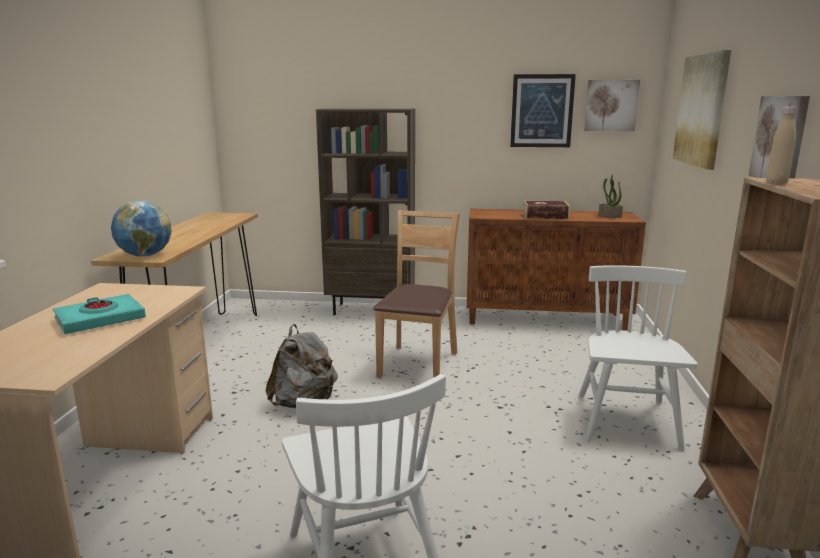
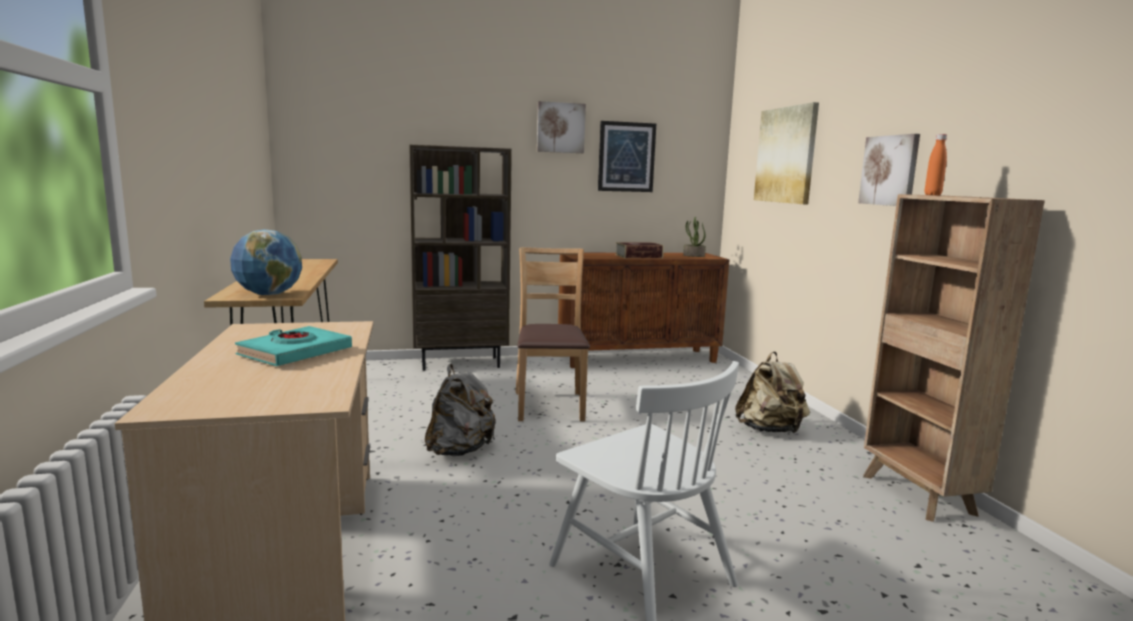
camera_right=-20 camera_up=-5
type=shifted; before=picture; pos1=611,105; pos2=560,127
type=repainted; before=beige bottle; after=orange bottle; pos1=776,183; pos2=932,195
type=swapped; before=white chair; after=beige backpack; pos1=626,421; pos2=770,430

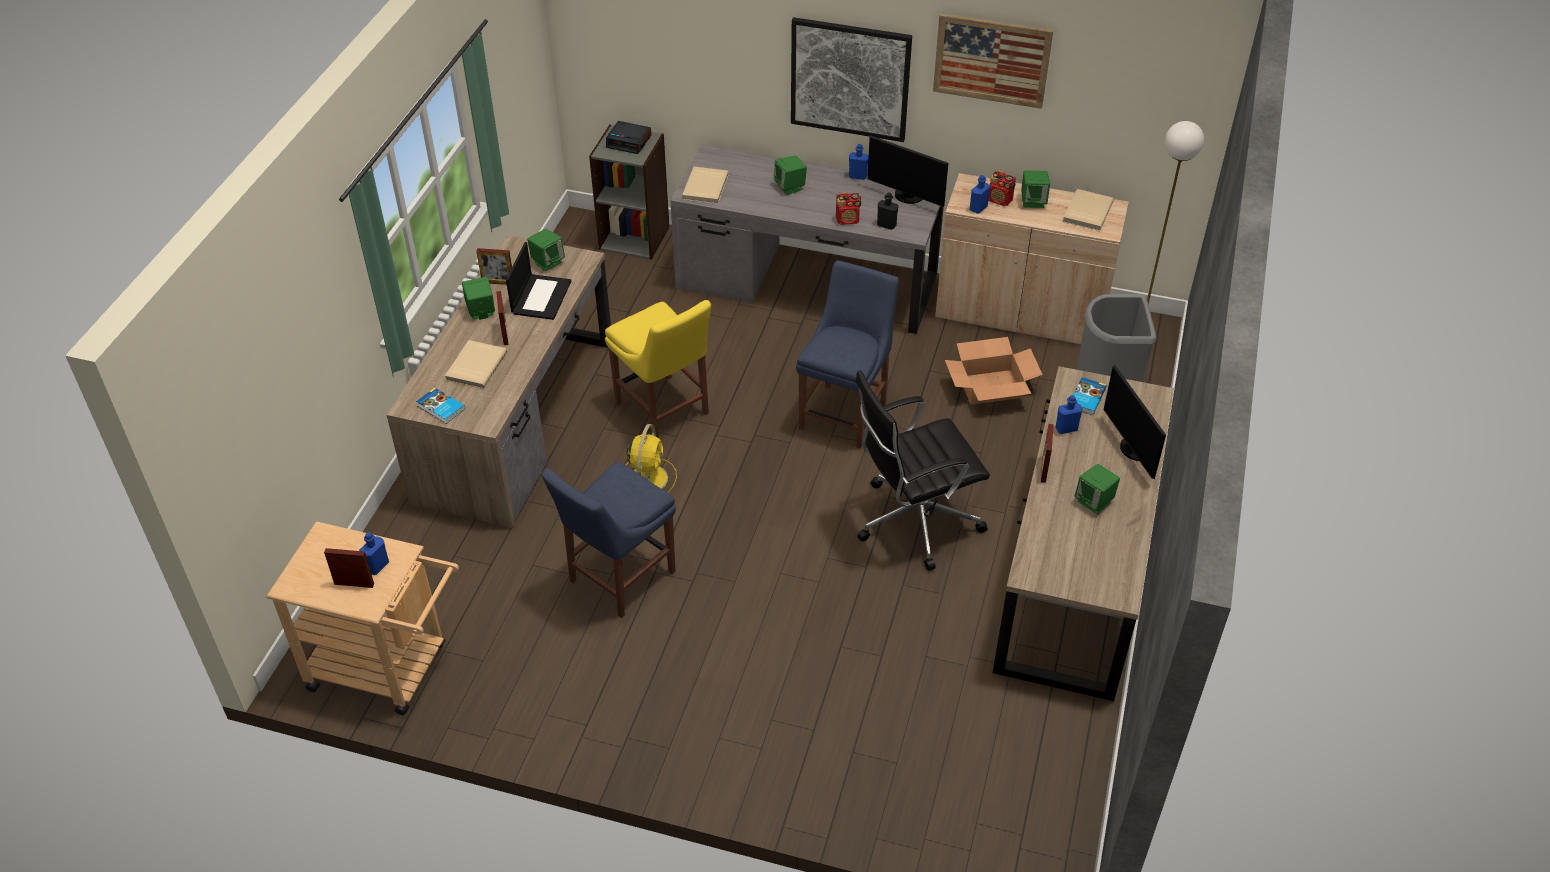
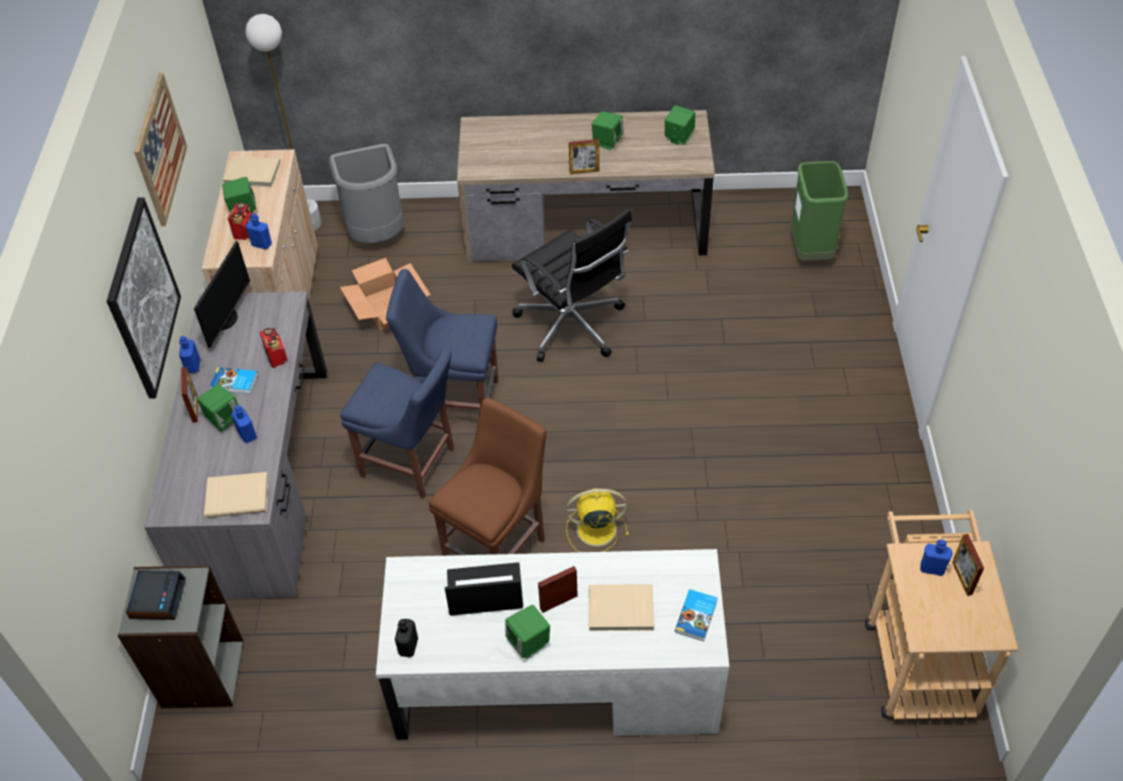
camera_right=-105 camera_up=5
type=shifted; before=black bottle; pos1=886,225; pos2=408,646
type=shifted; before=green speaker; pos1=548,262; pos2=678,137
type=repainted; before=brown desk; after=white desk; pos1=516,420; pos2=556,680
type=shifted; before=picture frame; pos1=498,282; pos2=195,409
type=repainted; before=yellow chair; after=brown chair; pos1=664,411; pos2=498,545
type=gone; before=monitor; pos1=1134,449
type=shifted; before=book; pos1=1086,398; pos2=234,383
type=shifted; before=blue bottle; pos1=1066,429; pos2=247,435
type=shifted; before=blue chair; pos1=618,579; pos2=412,464
type=new; after=green trash can; pos2=810,252

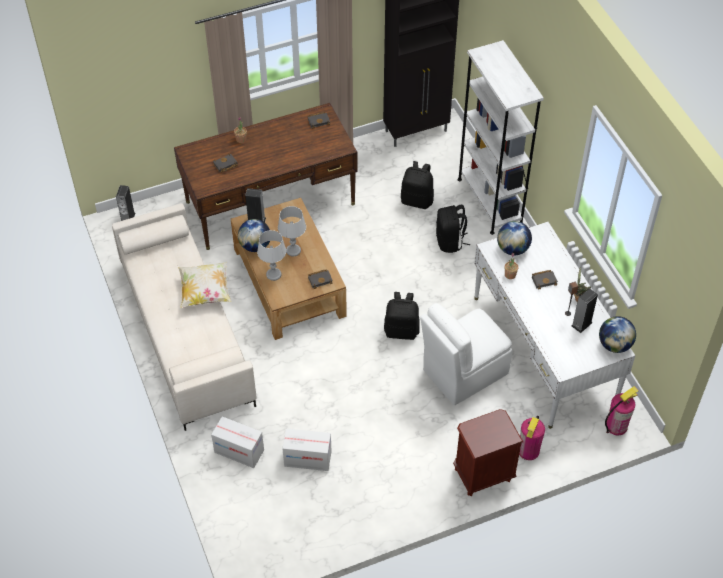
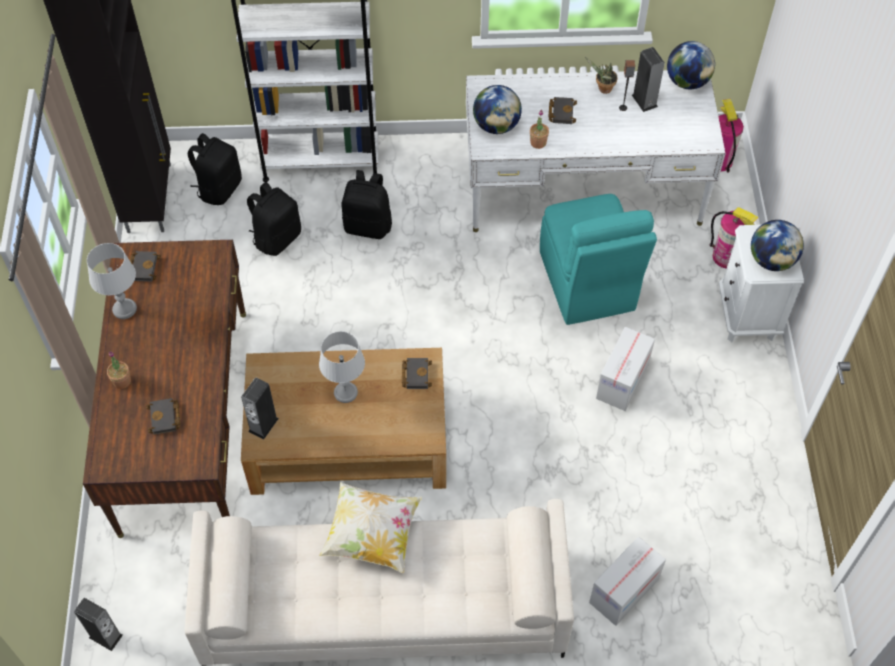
camera_right=-70 camera_up=5
type=shifted; before=globe; pos1=255,246; pos2=771,260
type=shifted; before=grey table lamp; pos1=273,275; pos2=125,309
type=shifted; before=black backpack; pos1=402,330; pos2=219,188
type=repainted; before=white chair; after=turquoise chair; pos1=463,372; pos2=587,283
type=repainted; before=brown nightstand; after=white nightstand; pos1=482,474; pos2=747,315
type=shifted; before=cardboard box; pos1=307,459; pos2=622,381

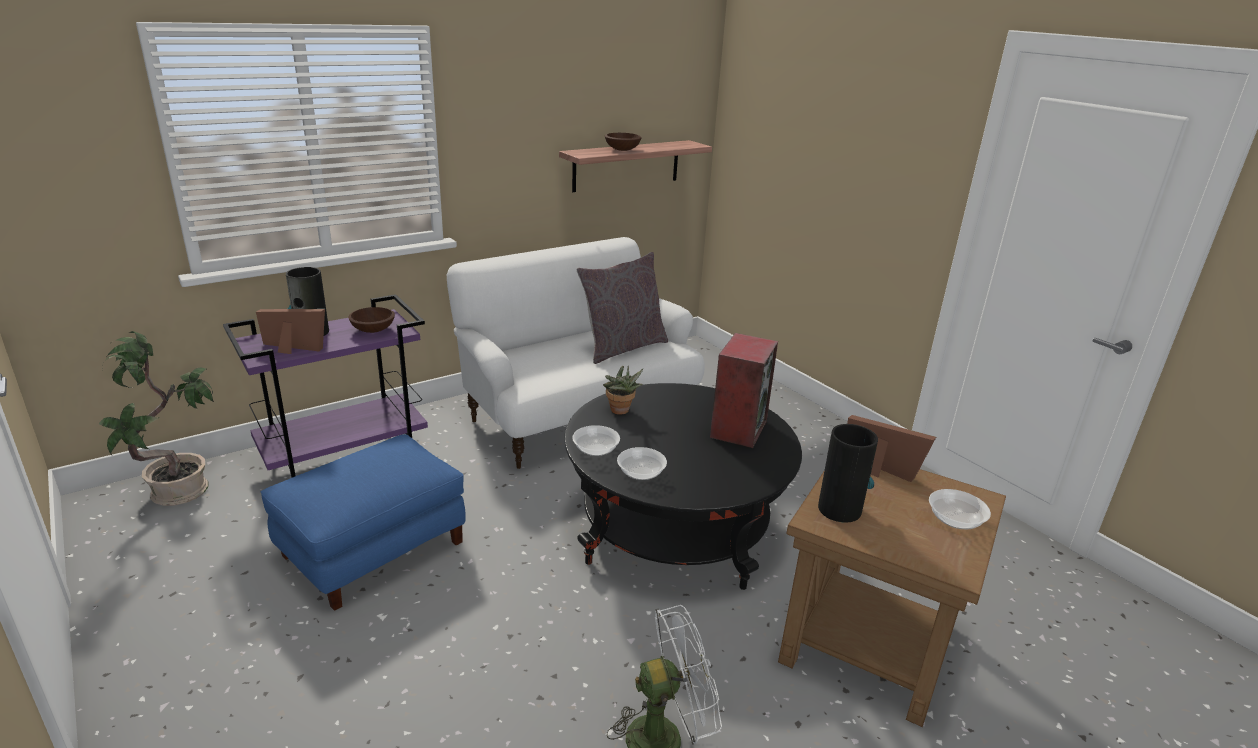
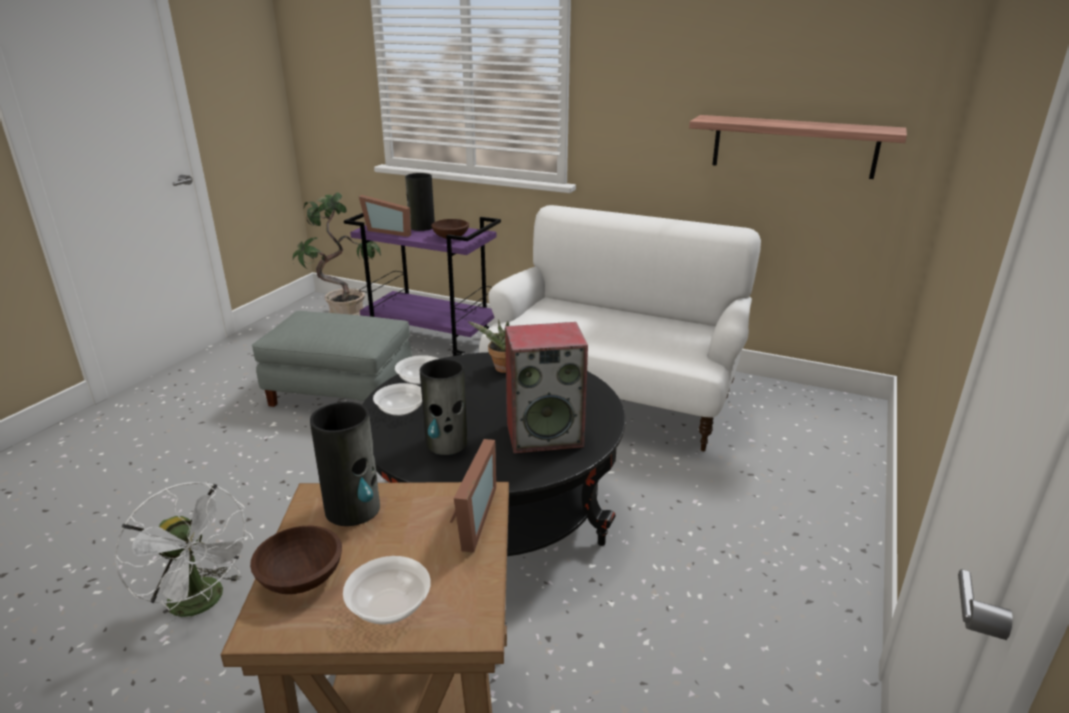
camera_right=60 camera_up=0
type=shifted; before=brown bowl; pos1=622,150; pos2=300,578
type=gone; before=grey pillow; pos1=622,347
type=rotated; before=picture frame; pos1=292,349; pos2=389,231; turn=135
type=repainted; before=blue ottoman; after=grey ottoman; pos1=373,548; pos2=342,391
type=new; after=vase; pos2=447,443

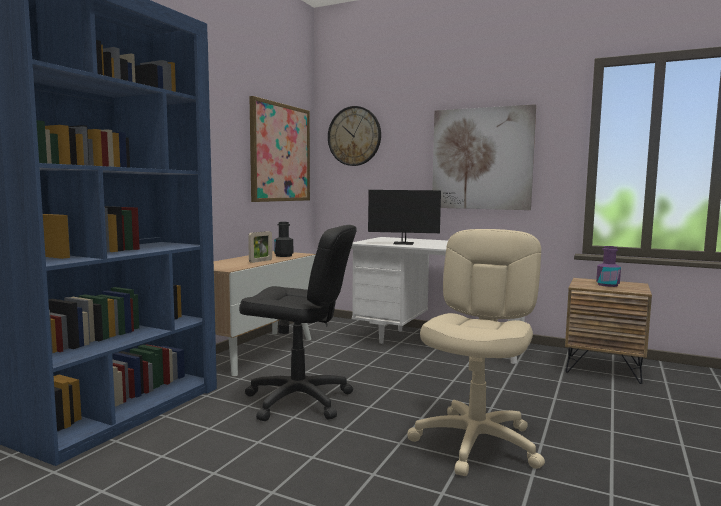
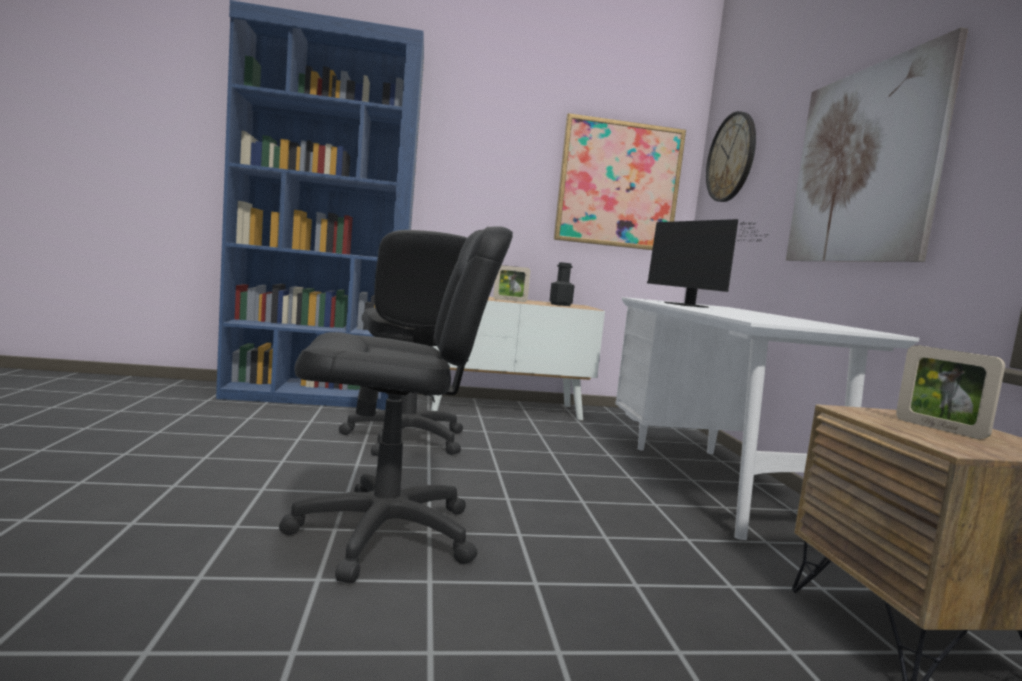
camera_right=55 camera_up=0
type=repainted; before=beige office chair; after=black office chair; pos1=476,443; pos2=385,534
type=swapped; before=purple bottle; after=picture frame; pos1=607,285; pos2=939,429

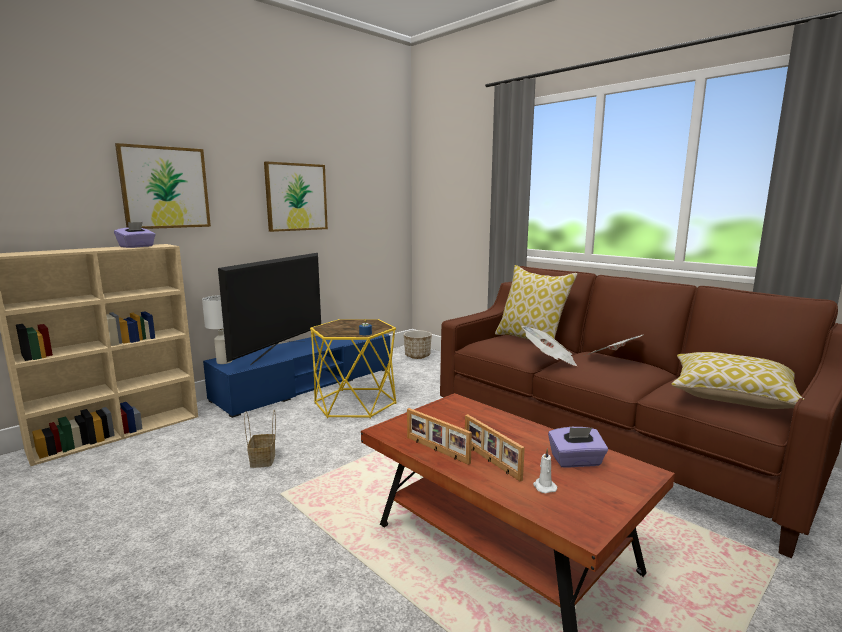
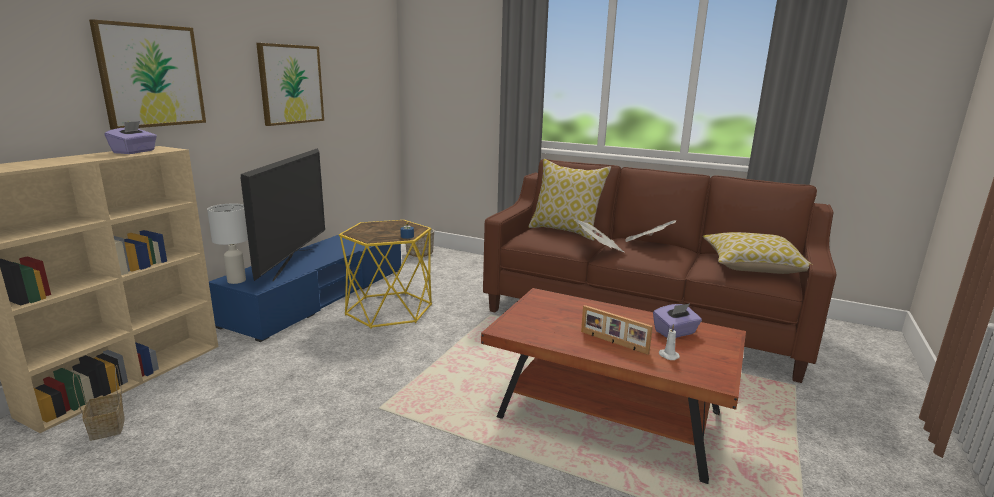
camera_right=-20 camera_up=5
type=gone; before=picture frame; pos1=436,450
type=shifted; before=basket; pos1=263,460; pos2=108,428

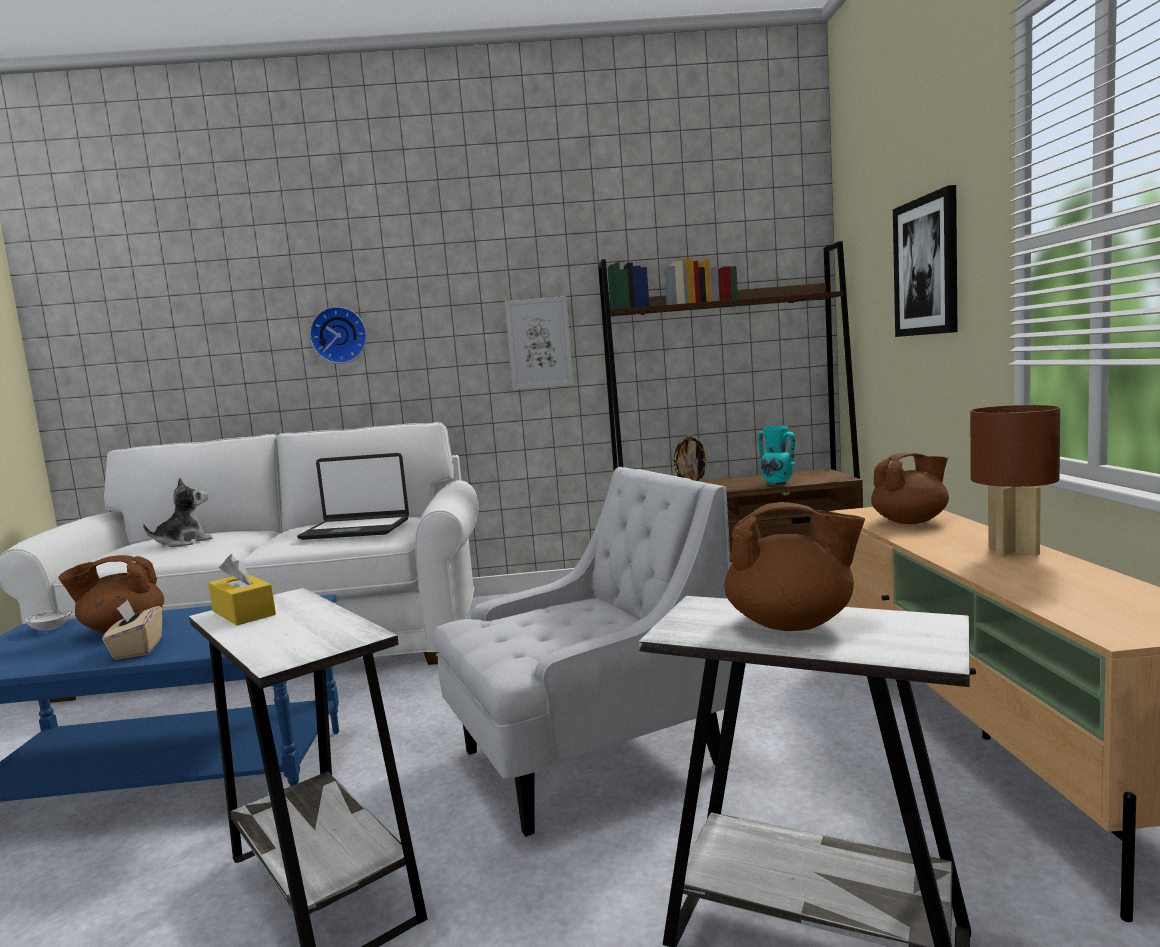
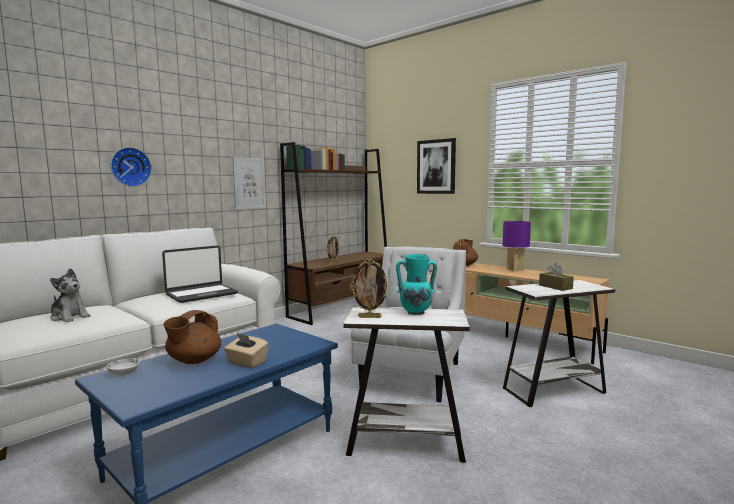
camera_right=-45 camera_up=0
type=repainted; before=brown table lamp; after=purple table lamp; pos1=1013,551; pos2=515,270
type=shifted; before=turquoise vase; pos1=777,484; pos2=416,313
type=rotated; before=plush toy; pos1=184,542; pos2=69,317; turn=120
type=swapped; before=brown teapot; after=brown tissue box; pos1=792,624; pos2=555,287
type=swapped; before=yellow tissue box; after=picture frame; pos1=243,613; pos2=370,317

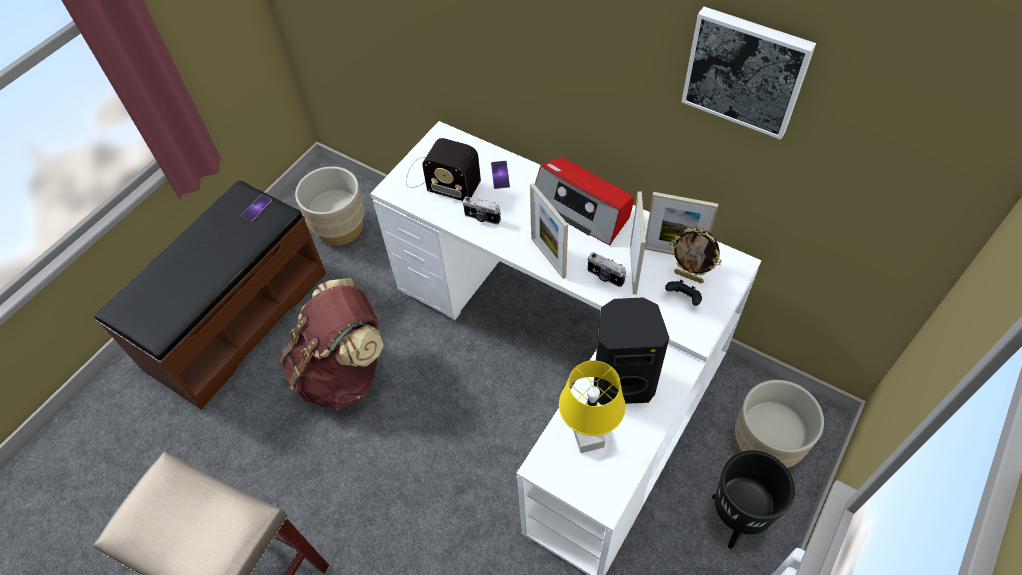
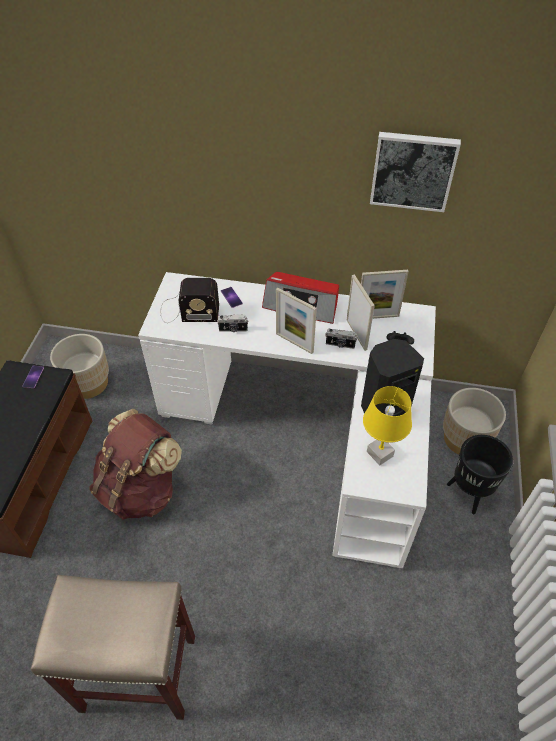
camera_right=-25 camera_up=-5
type=gone; before=picture frame; pos1=689,276

